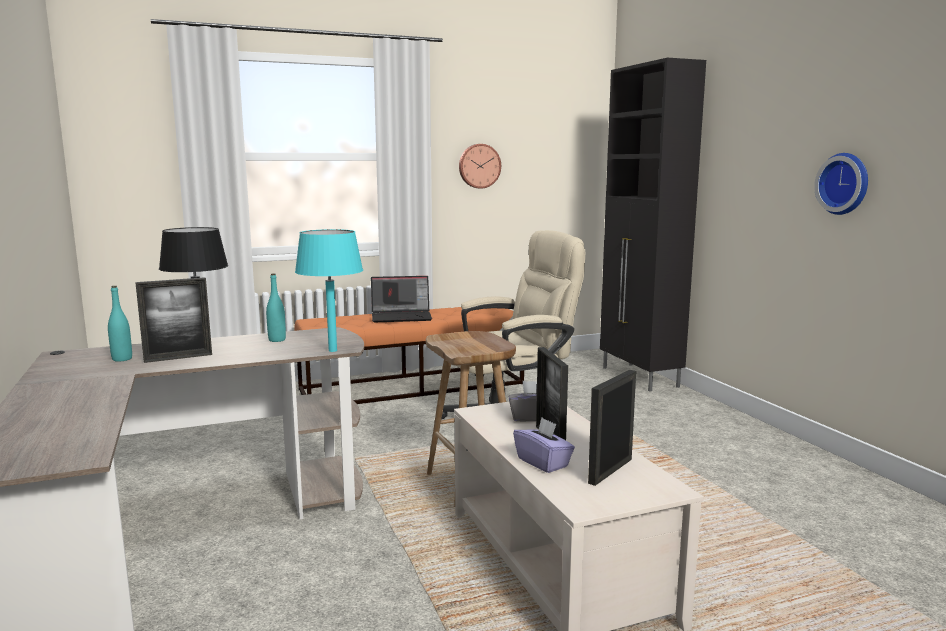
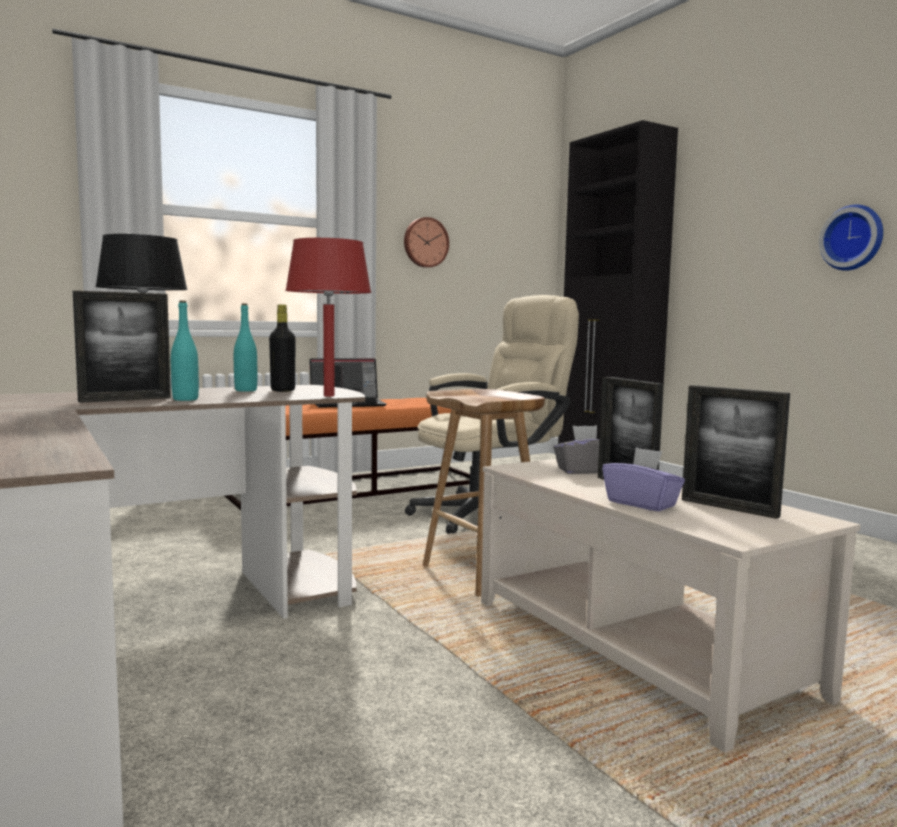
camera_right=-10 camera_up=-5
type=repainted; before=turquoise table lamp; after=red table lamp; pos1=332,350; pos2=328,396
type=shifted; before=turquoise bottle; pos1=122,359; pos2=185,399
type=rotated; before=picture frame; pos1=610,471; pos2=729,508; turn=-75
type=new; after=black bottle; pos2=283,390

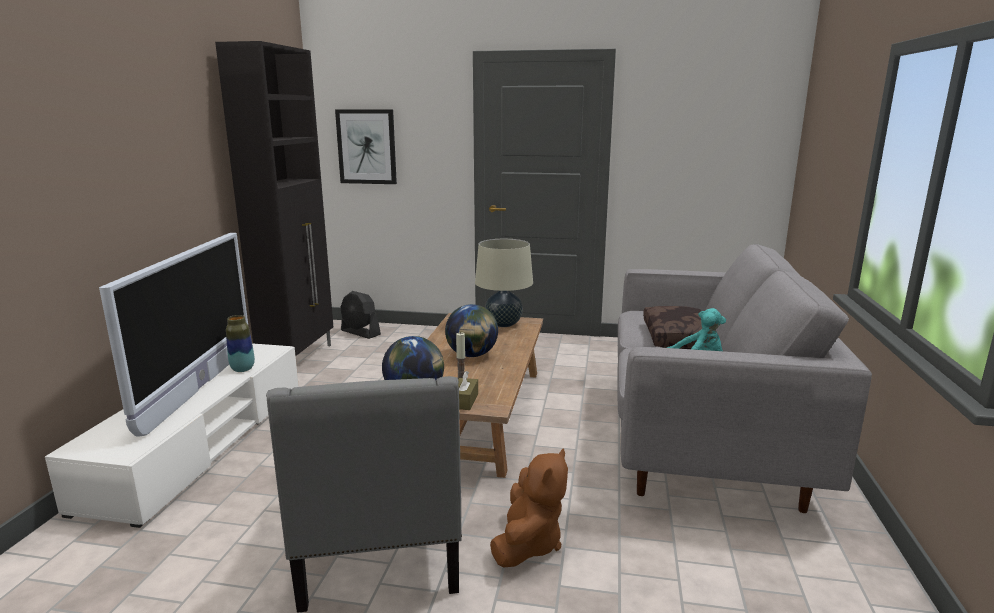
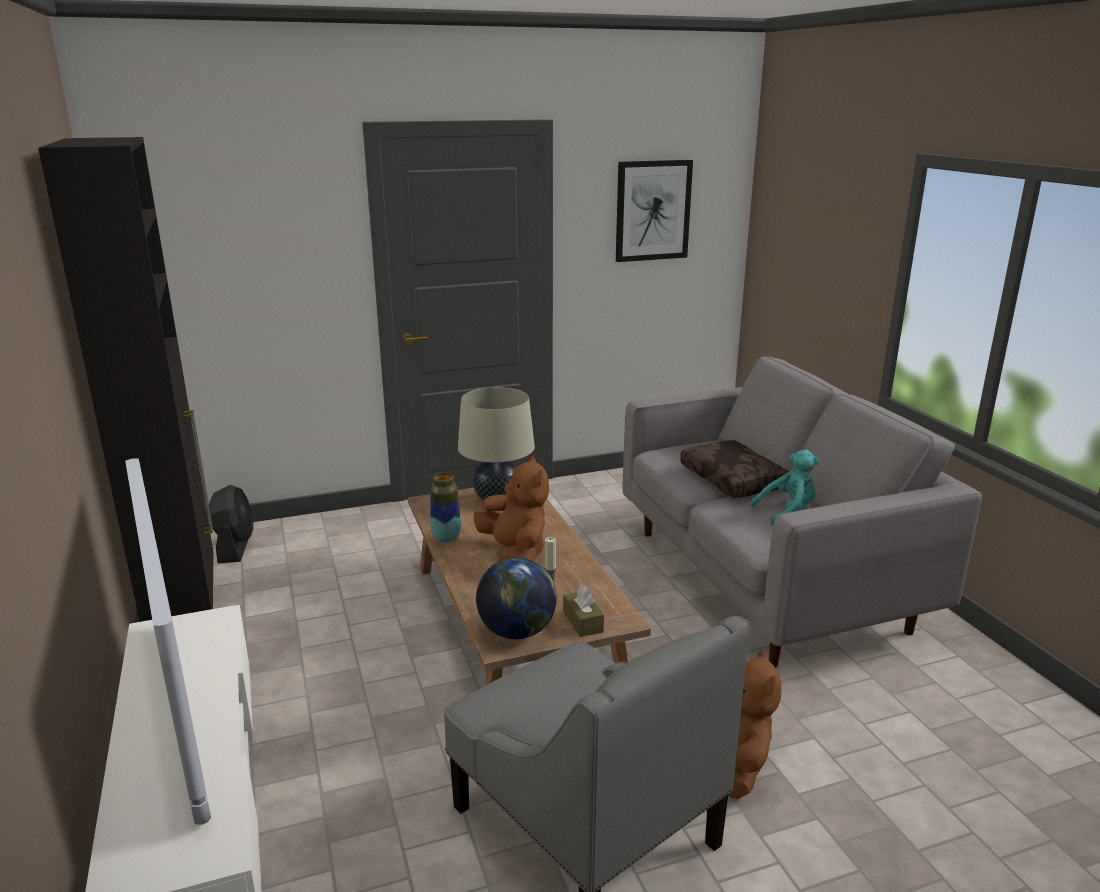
camera_right=-30 camera_up=5
type=shifted; before=picture; pos1=366,147; pos2=652,210
type=rotated; before=black fan; pos1=360,332; pos2=235,547; turn=-105
type=swapped; before=globe; after=brown plush toy; pos1=472,355; pos2=515,555
type=shifted; before=vase; pos1=242,369; pos2=446,538

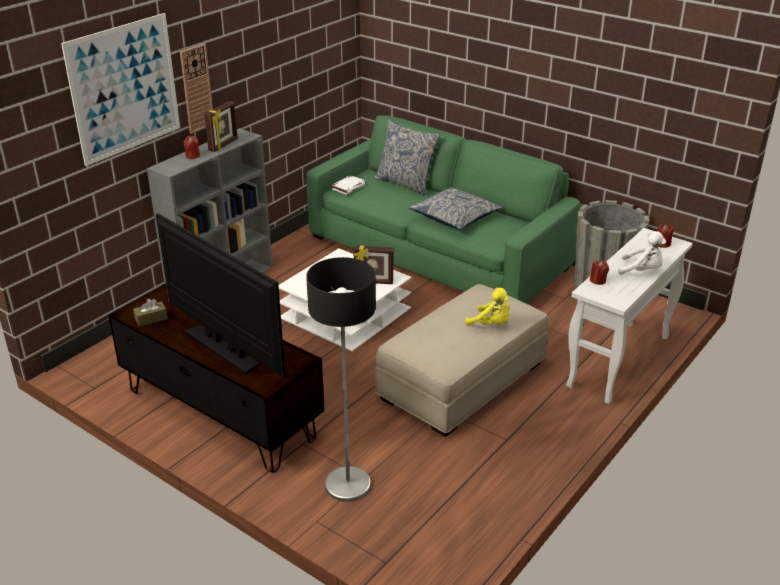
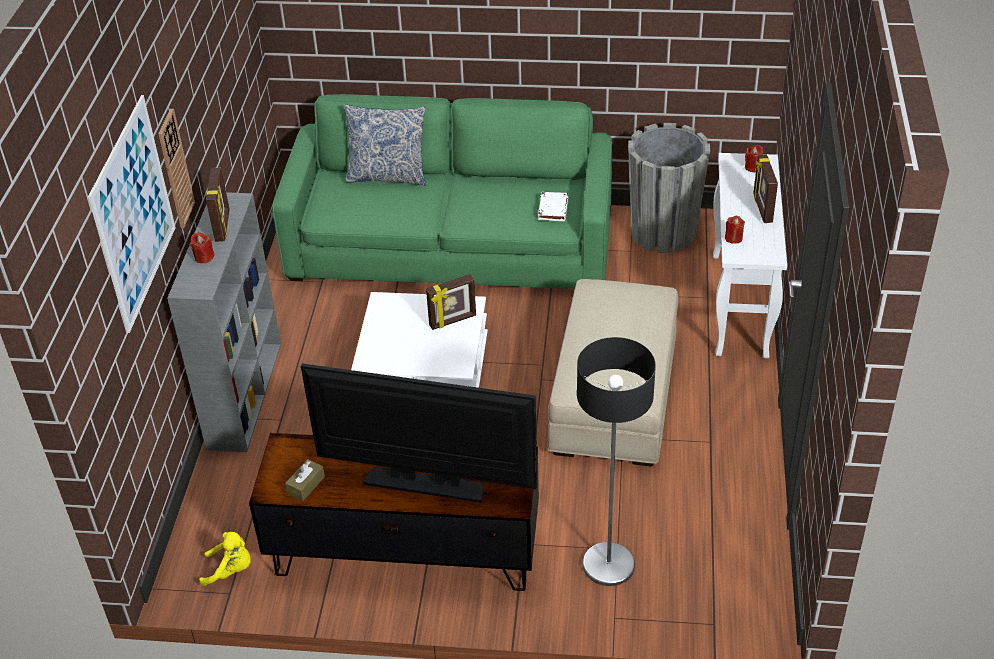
camera_right=-30 camera_up=10
type=shifted; before=white book; pos1=349,187; pos2=553,209
type=gone; before=pillow; pos1=454,217
type=swapped; before=white plush toy; after=picture frame; pos1=642,270; pos2=762,209
type=shifted; before=yellow plush toy; pos1=491,324; pos2=231,570

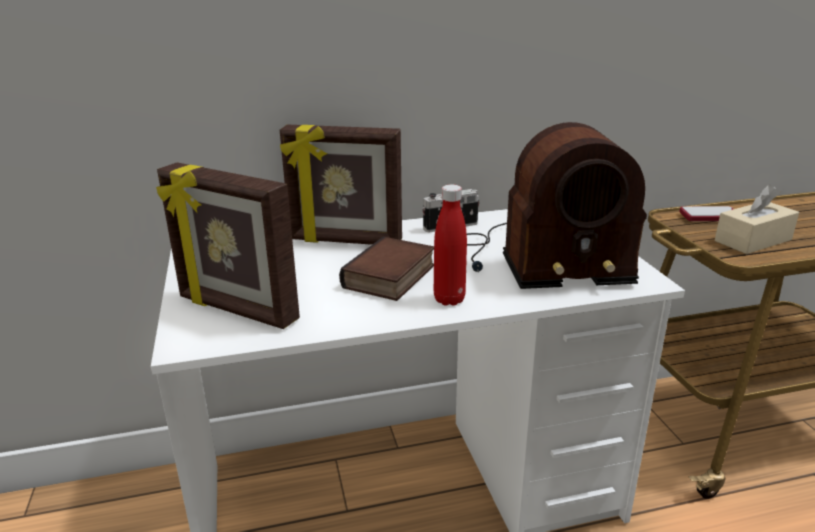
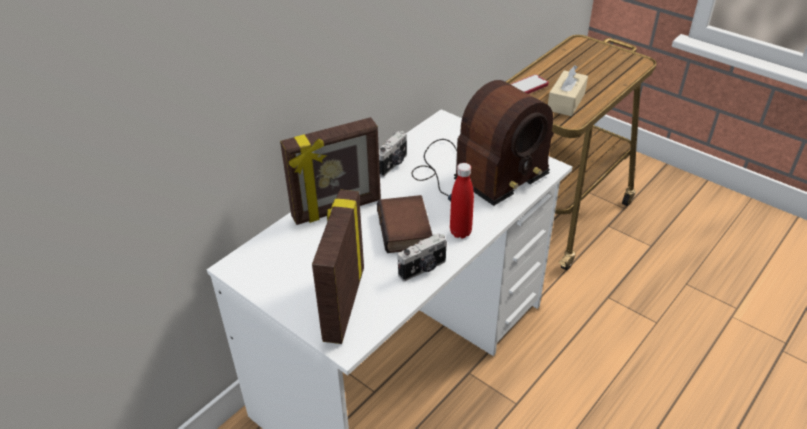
camera_right=-35 camera_up=15
type=rotated; before=picture frame; pos1=236,310; pos2=342,303; turn=105
type=new; after=photo camera; pos2=423,269

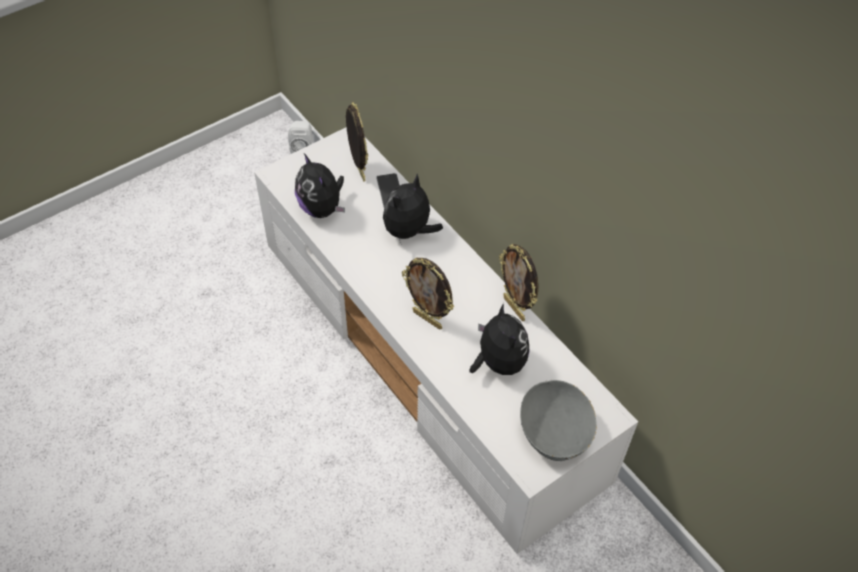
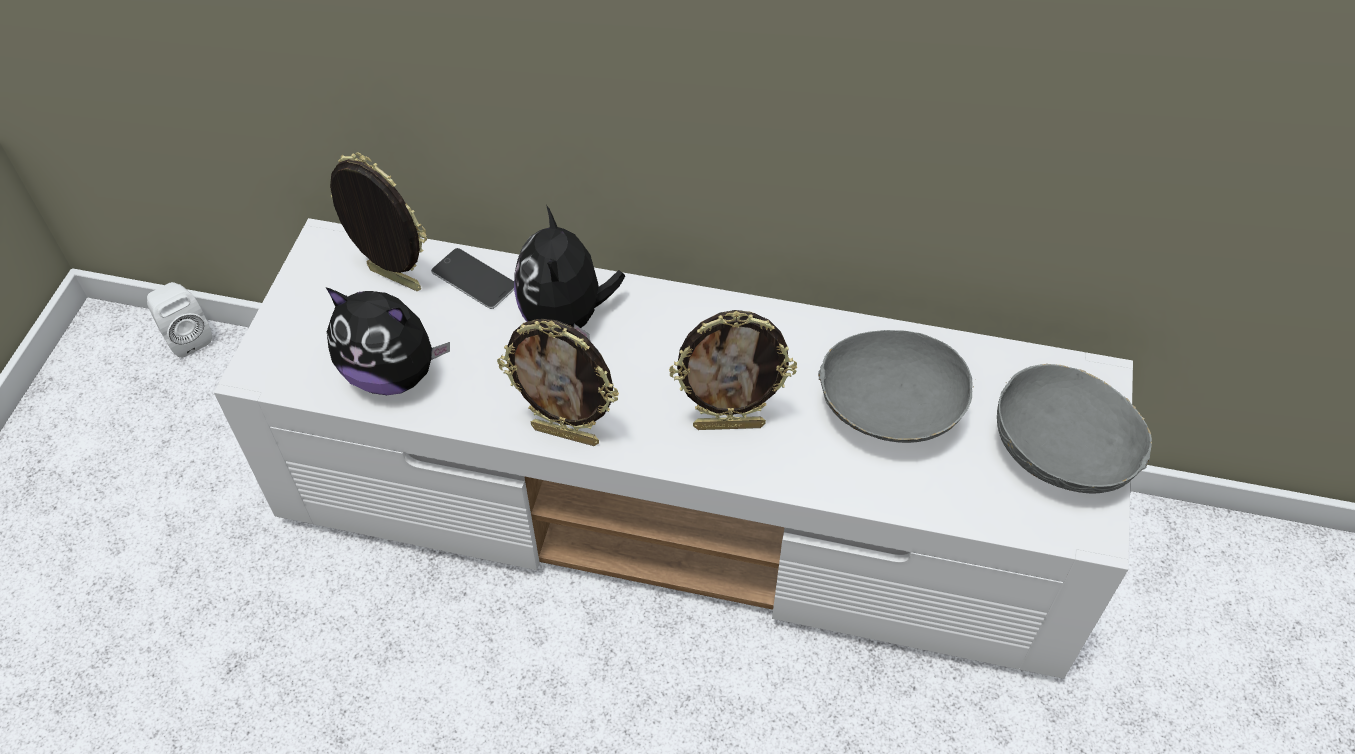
camera_right=-40 camera_up=0
type=shifted; before=picture frame; pos1=515,308; pos2=566,434
type=swapped; before=plush toy; after=grey bowl; pos1=498,362; pos2=888,414

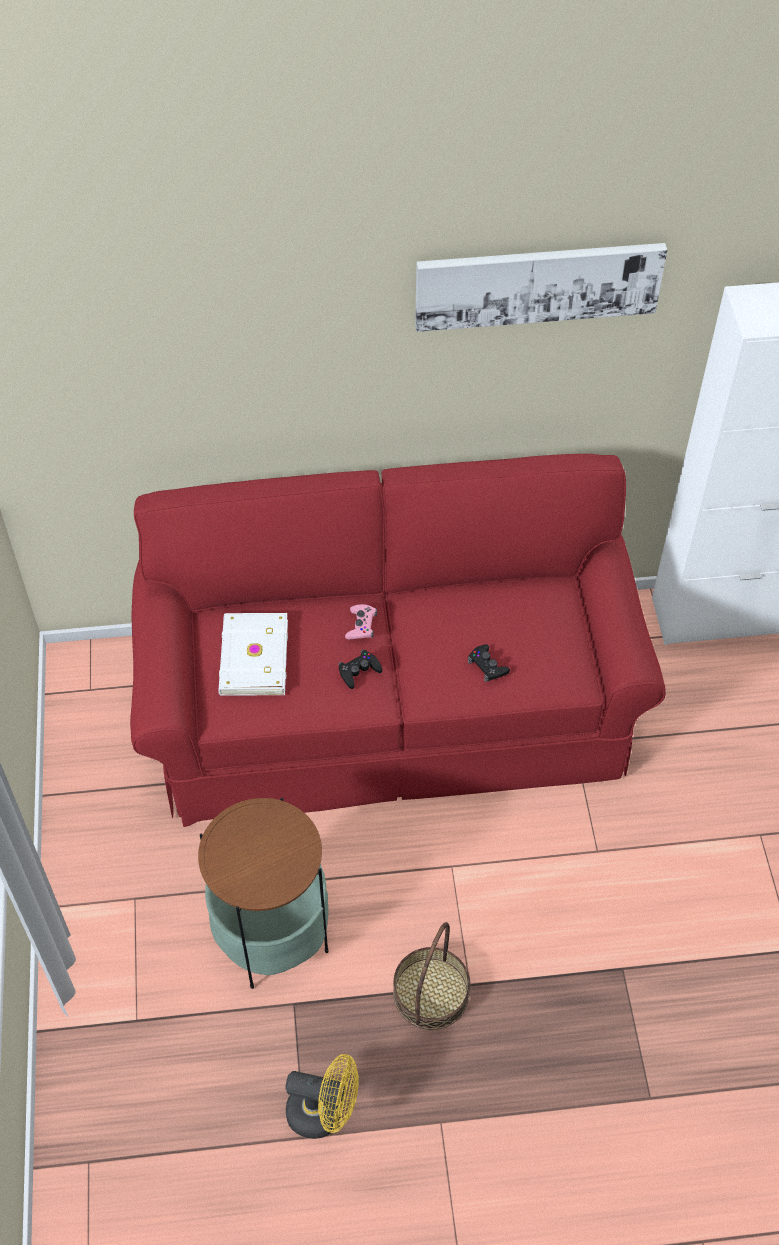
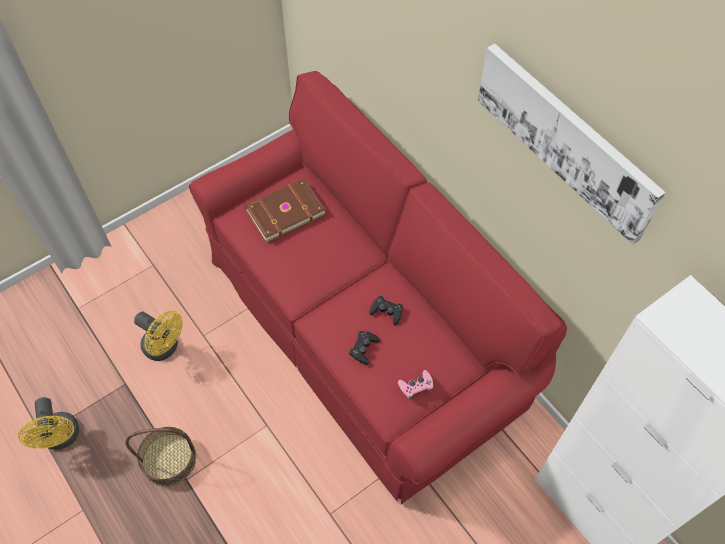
camera_right=60 camera_up=5
type=shifted; before=pink game controller; pos1=361,625; pos2=416,386
type=repainted; before=white book; after=brown book; pos1=252,657; pos2=284,211
type=shifted; before=black game controller; pos1=359,671; pos2=386,311
type=swapped; before=side table; after=yellow fan; pos1=272,935; pos2=165,348

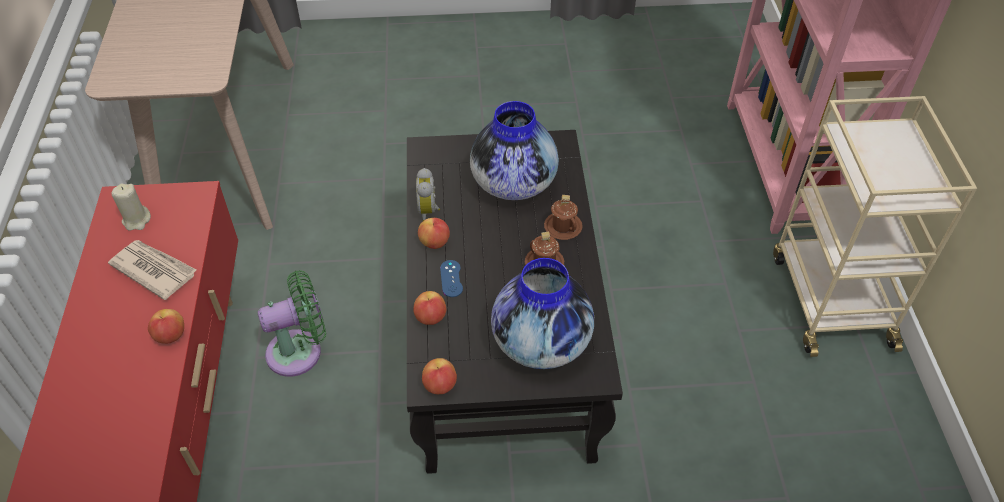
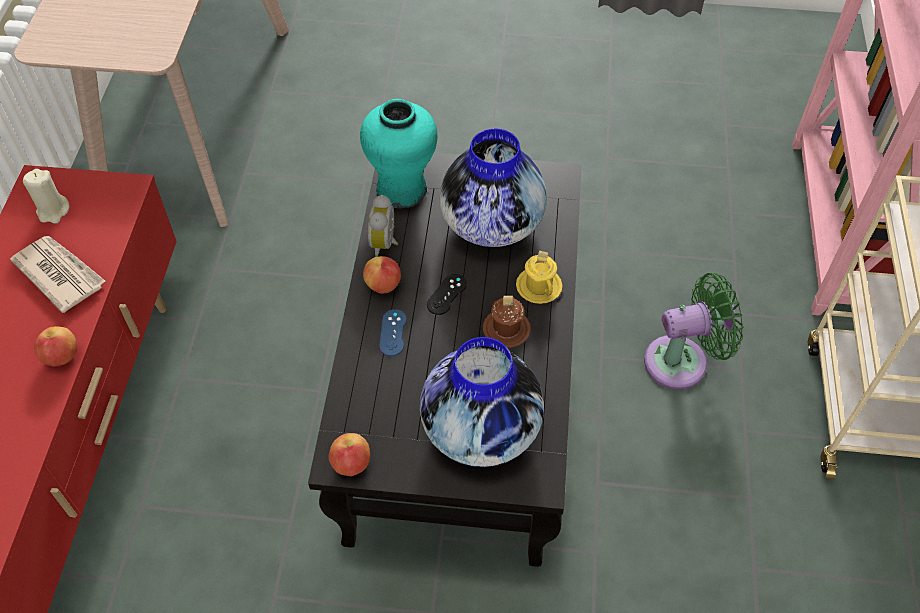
camera_right=10 camera_up=5
type=repainted; before=brown mug; after=yellow mug; pos1=563,227; pos2=538,286
type=shifted; before=green fan; pos1=300,351; pos2=682,361
type=gone; before=apple; pos1=430,317
type=new; after=turquoise vase; pos2=401,189
type=new; after=black game controller; pos2=447,294

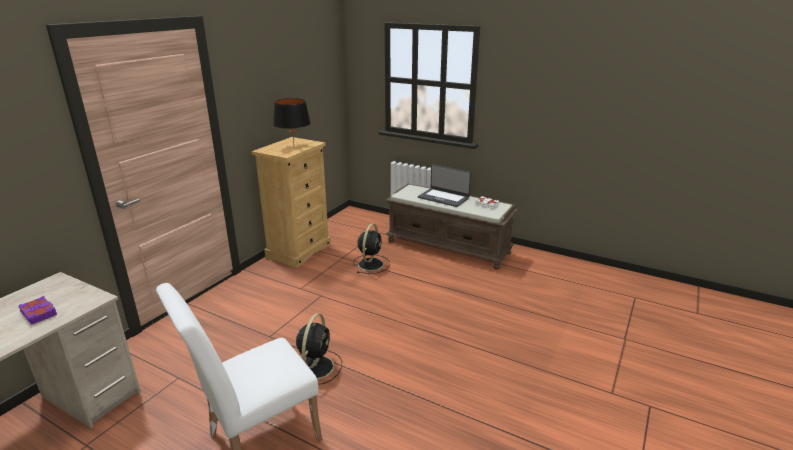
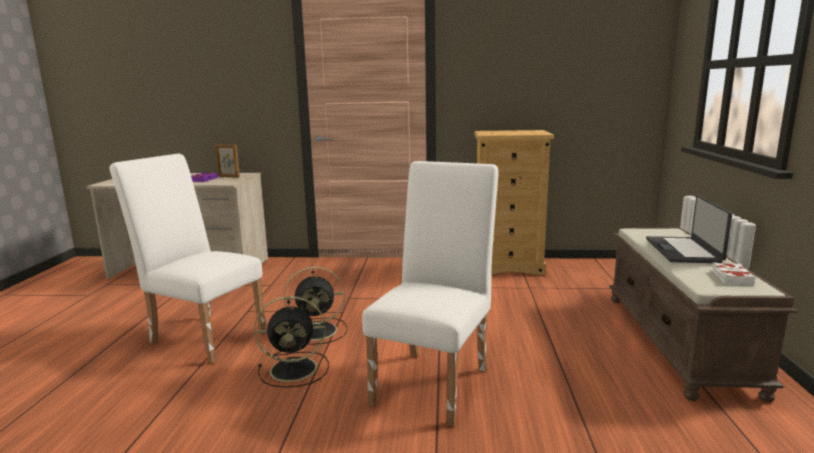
camera_right=65 camera_up=-10
type=gone; before=black table lamp; pos1=294,147
type=shifted; before=black fan; pos1=371,264; pos2=296,369
type=new; after=picture frame; pos2=228,177
type=new; after=white chair; pos2=435,381

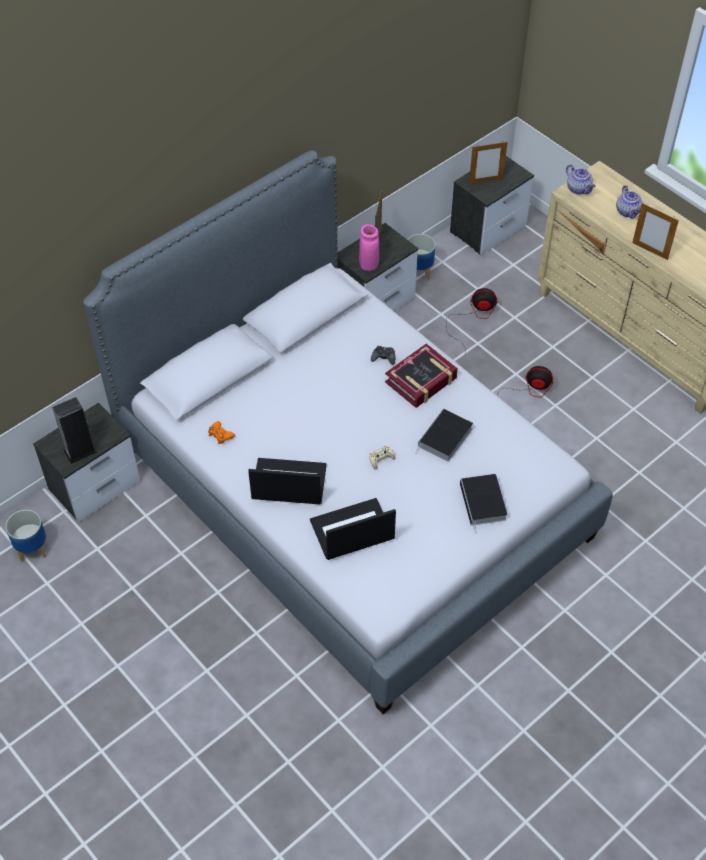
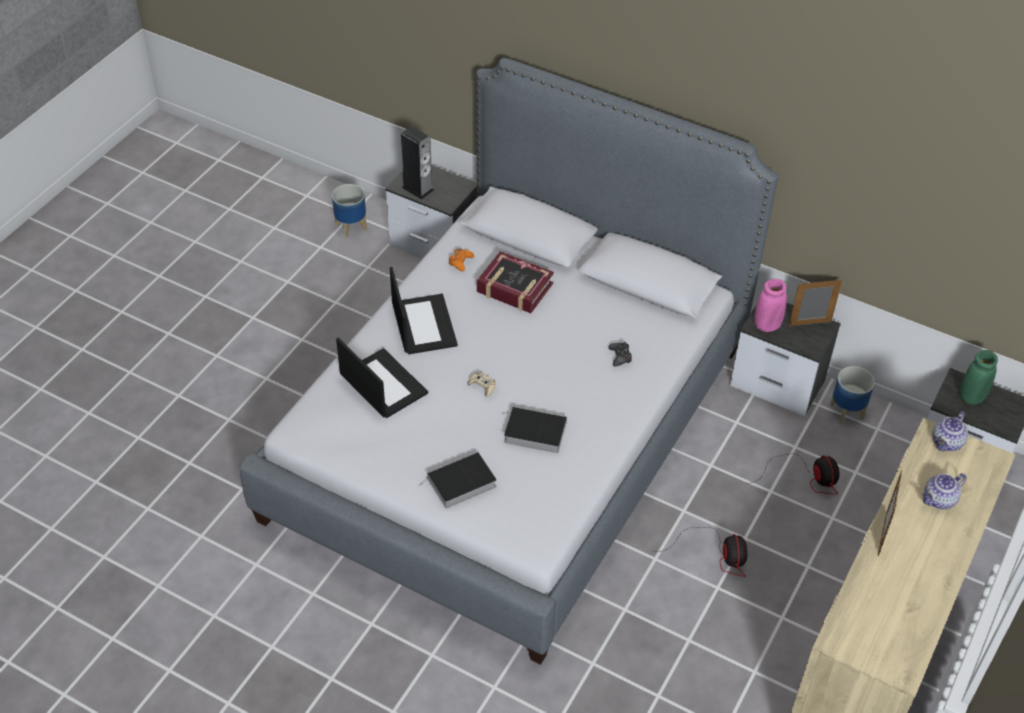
camera_right=70 camera_up=-5
type=swapped; before=picture frame; after=green vase; pos1=485,181; pos2=972,397
type=shifted; before=book; pos1=421,380; pos2=514,288

